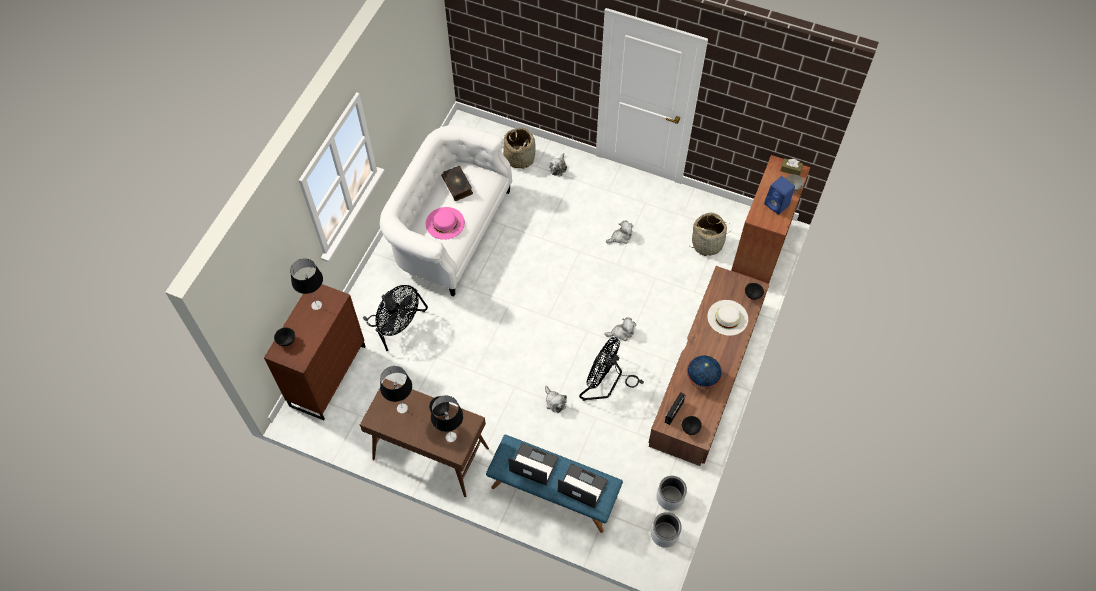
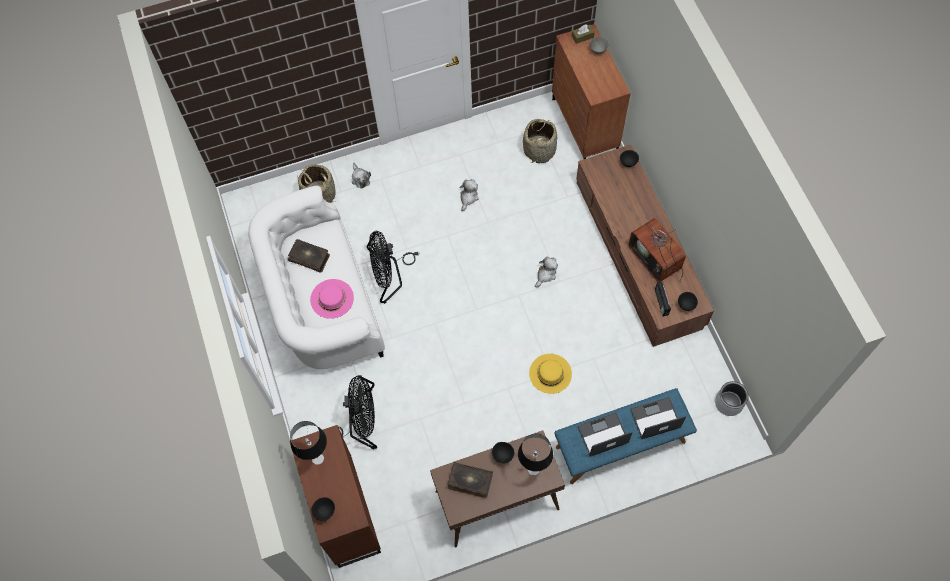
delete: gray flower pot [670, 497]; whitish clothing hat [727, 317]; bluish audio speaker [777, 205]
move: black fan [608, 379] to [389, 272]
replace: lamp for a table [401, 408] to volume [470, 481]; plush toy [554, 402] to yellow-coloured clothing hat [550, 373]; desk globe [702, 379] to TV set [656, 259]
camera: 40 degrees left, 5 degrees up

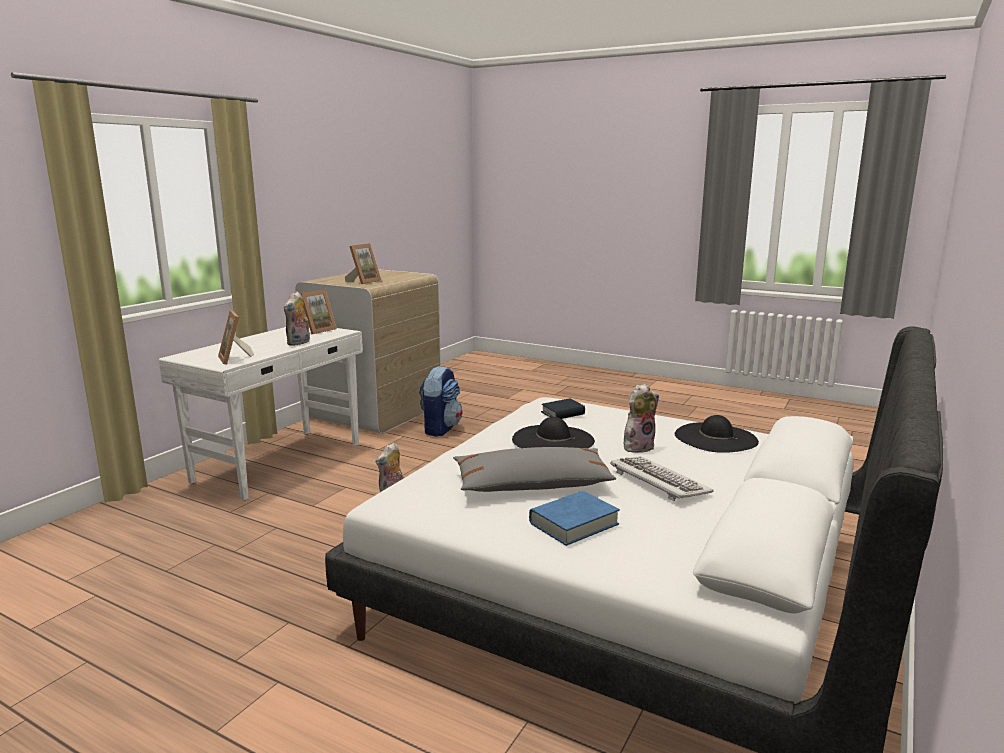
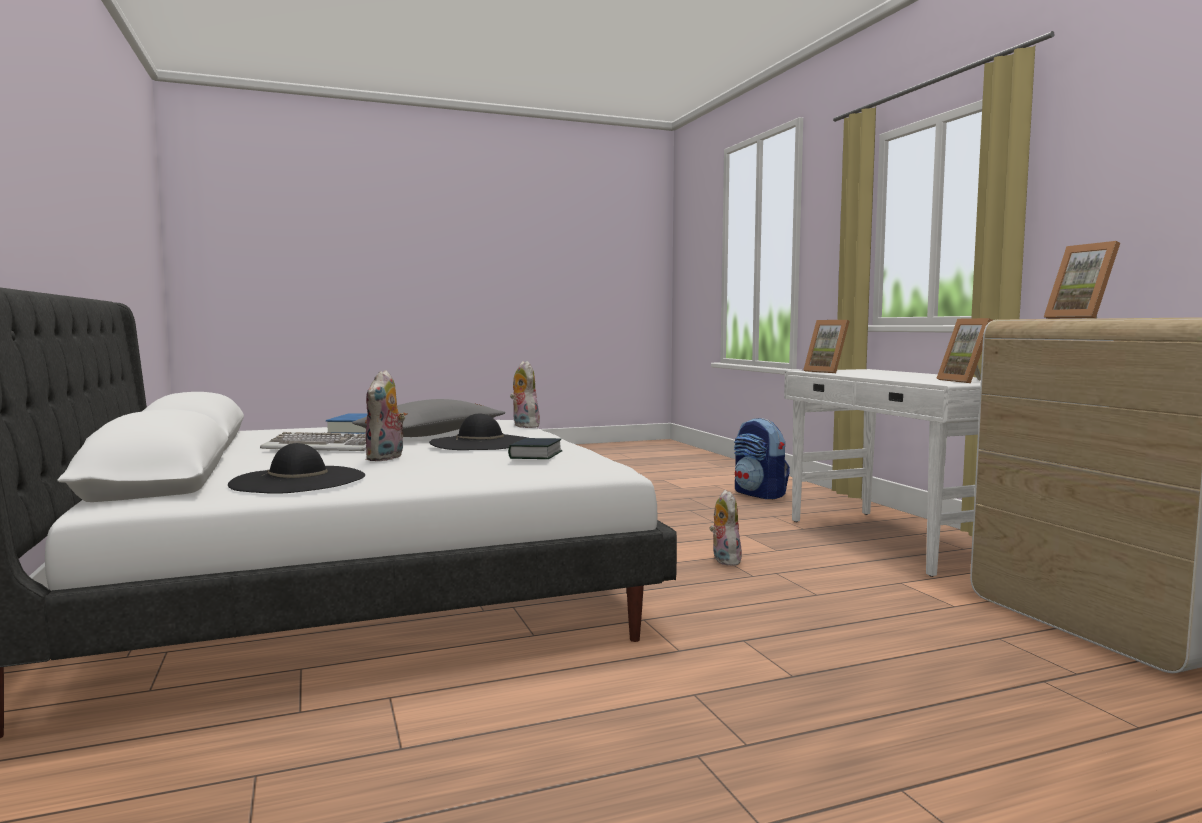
move: plush toy [299, 343] to [523, 426]; backpack [440, 428] to [759, 494]
rotate: standing frame [235, 359] = [828, 372] 135 degrees counterclockwise
camera: 130 degrees right, 10 degrees down

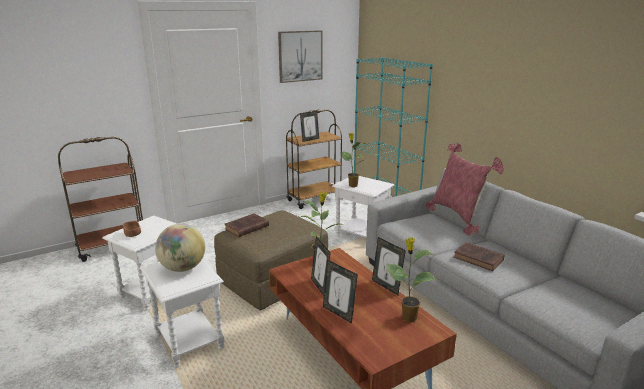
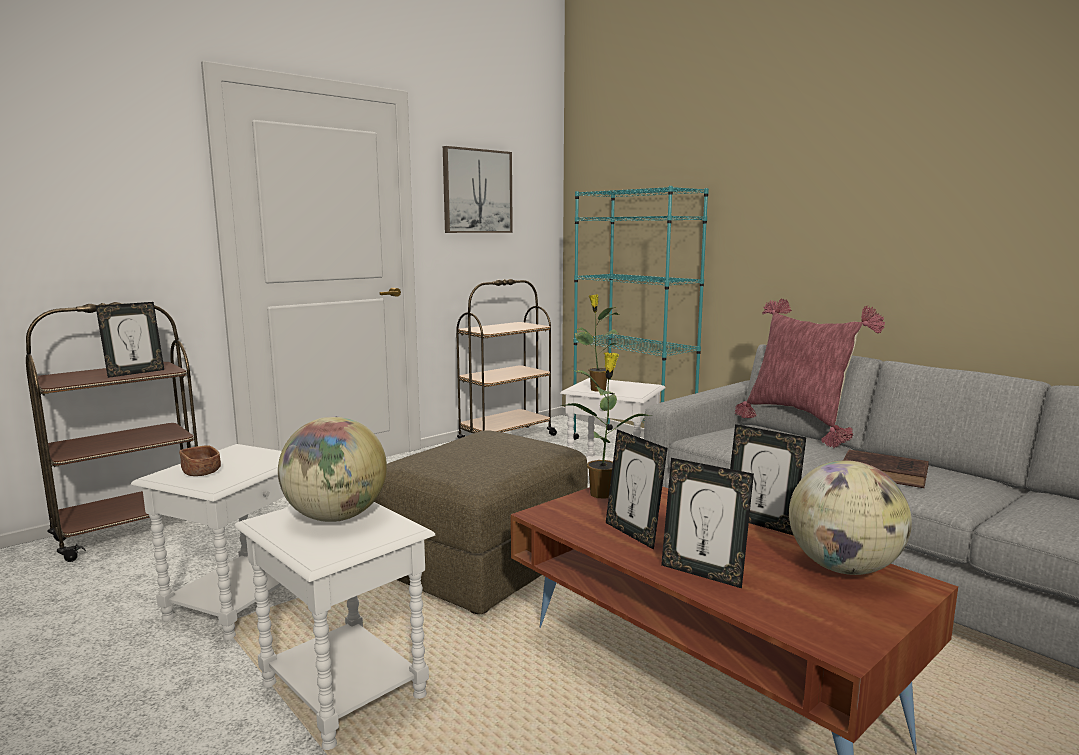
delete: brown volume [246, 228]
move: standing frame [309, 139] to [135, 373]
replace: houseplant [408, 317] to desk globe [843, 568]
camera: 10 degrees left, 10 degrees down

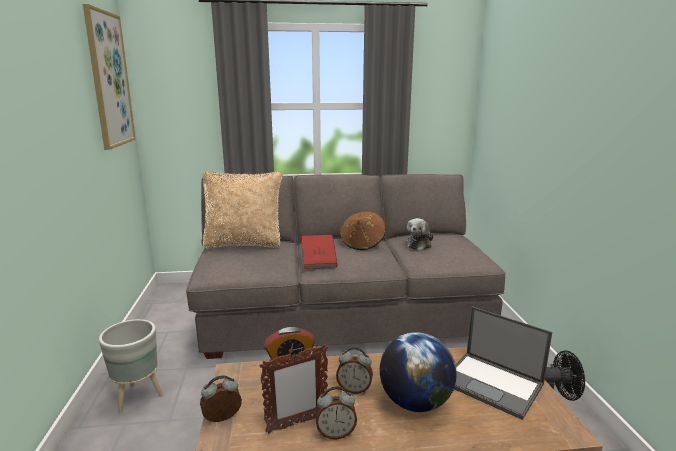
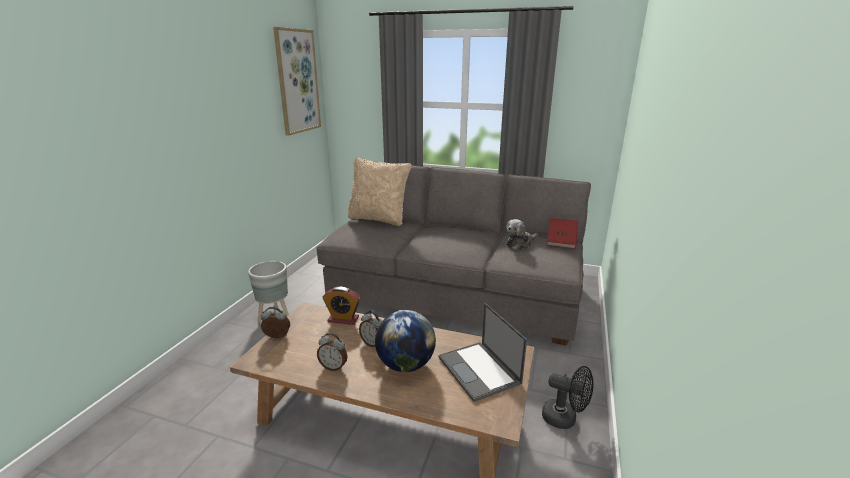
delete: standing frame [296, 423]; brown clothing hat [362, 244]
move: red volume [319, 261] to [561, 241]
camera: 25 degrees right, 5 degrees up

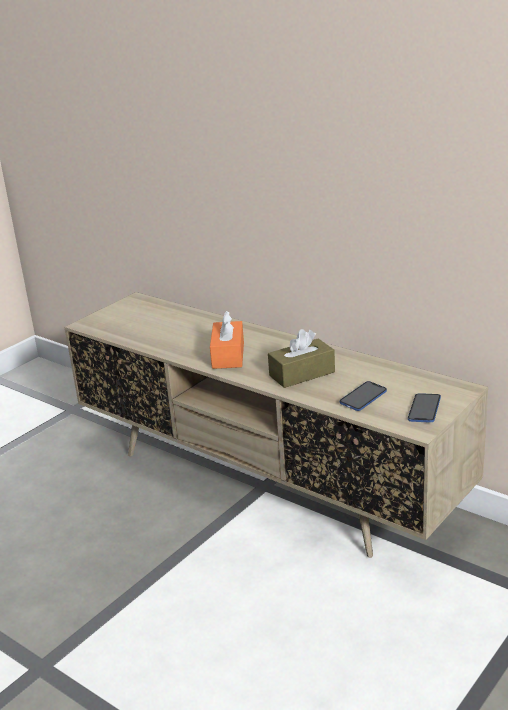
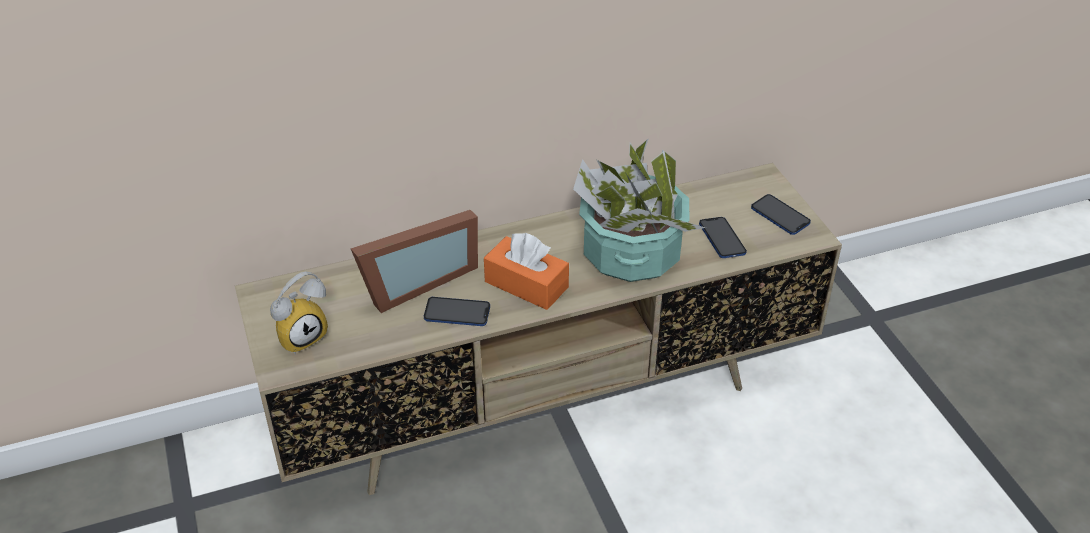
insert: table clock [301, 335]; standing frame [415, 282]; phone [457, 313]
replace: brown tissue holder [302, 374] to houseplant [631, 253]
camera: 60 degrees left, 15 degrees up

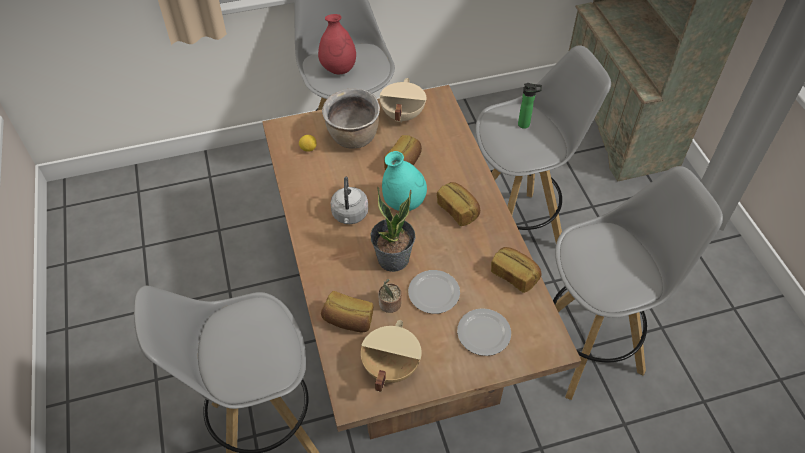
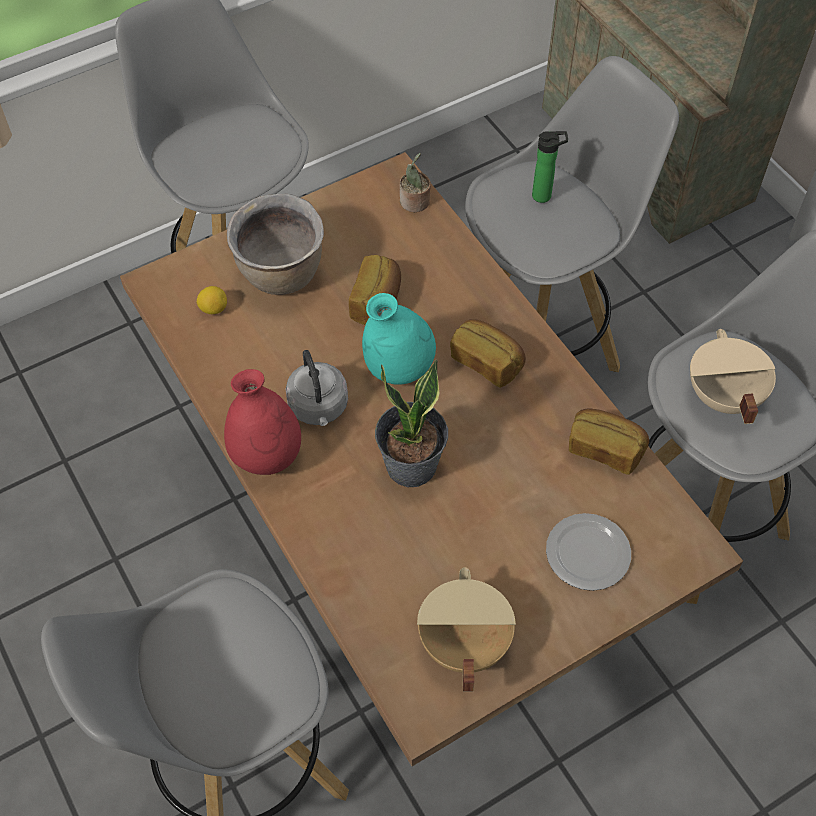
delete: bakery bread [348, 321]; dinner plate [434, 292]
move: red flower vase [338, 69] to [267, 456]; houseplant [389, 305] to [415, 203]; sand-coloured cooking pot [401, 115] to [722, 396]
camera: 15 degrees left, 5 degrees up

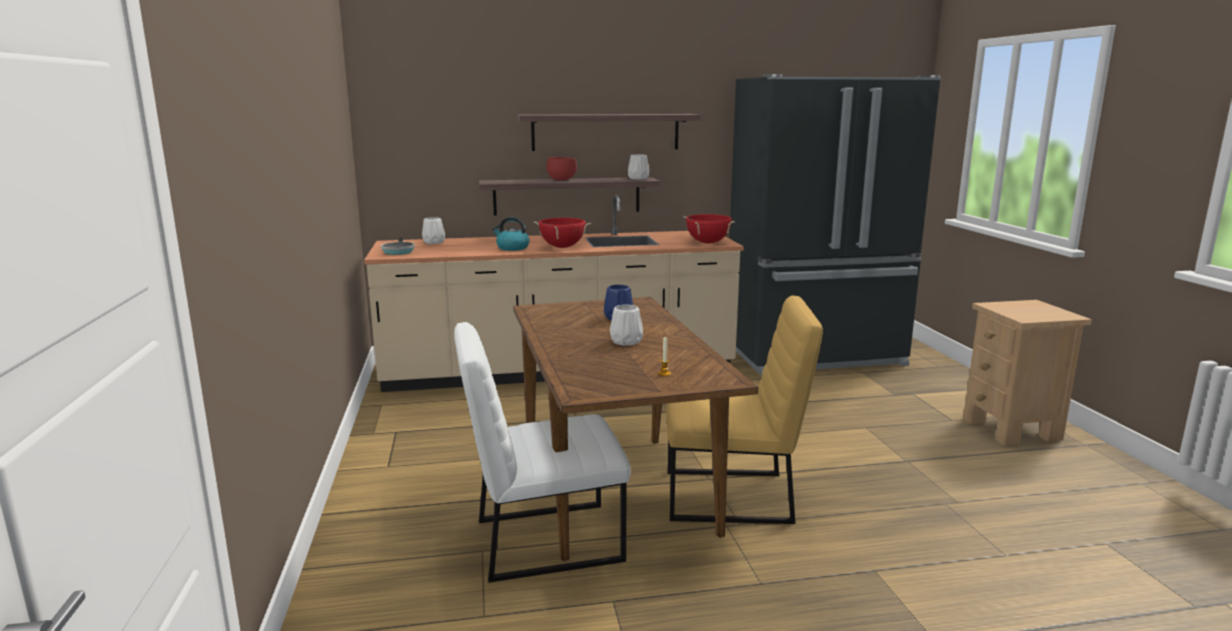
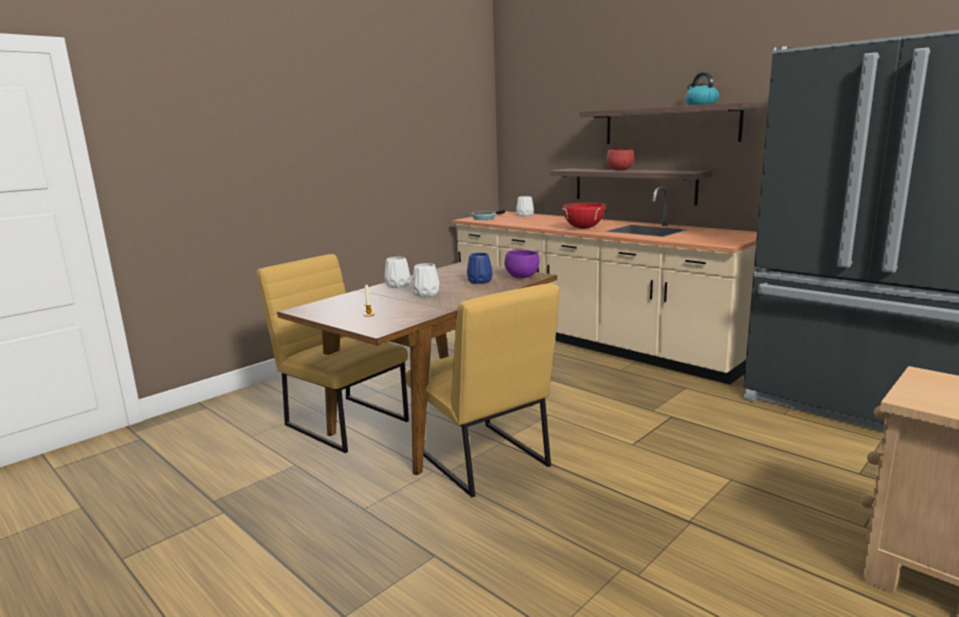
delete: red cooking pot [707, 243]
insert: purple-coloured bowl [522, 277]
move: whitish flower vase [638, 178] to [397, 285]; kettle [512, 248] to [700, 104]
recolor: whitish upright chair [543, 540] to yellow-coloured upright chair [345, 421]
camera: 55 degrees right, 0 degrees up

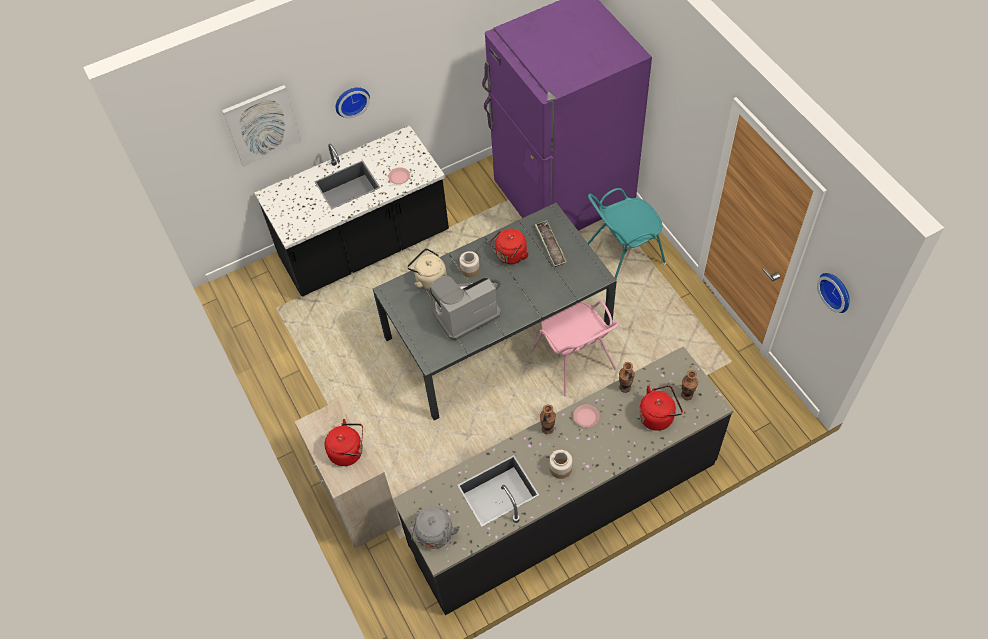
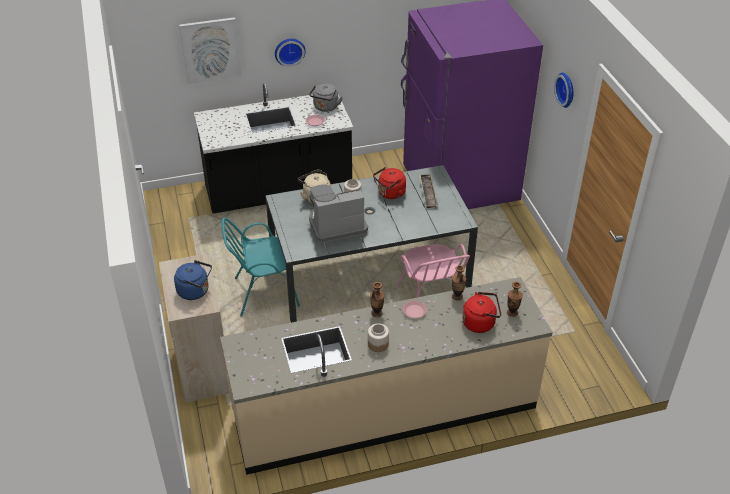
move: blue-green upright chair [622, 256] to [263, 293]; gray kettle [434, 536] to [325, 108]; clock on the wall [836, 291] to [567, 89]
recolor: red kettle [349, 451] to bluish kettle [195, 291]; black kitchen counter [563, 505] to sand-coloured kitchen counter [385, 411]
camera: 10 degrees right, 15 degrees down

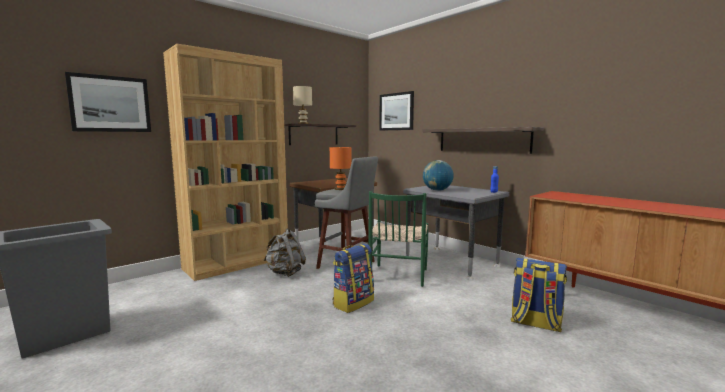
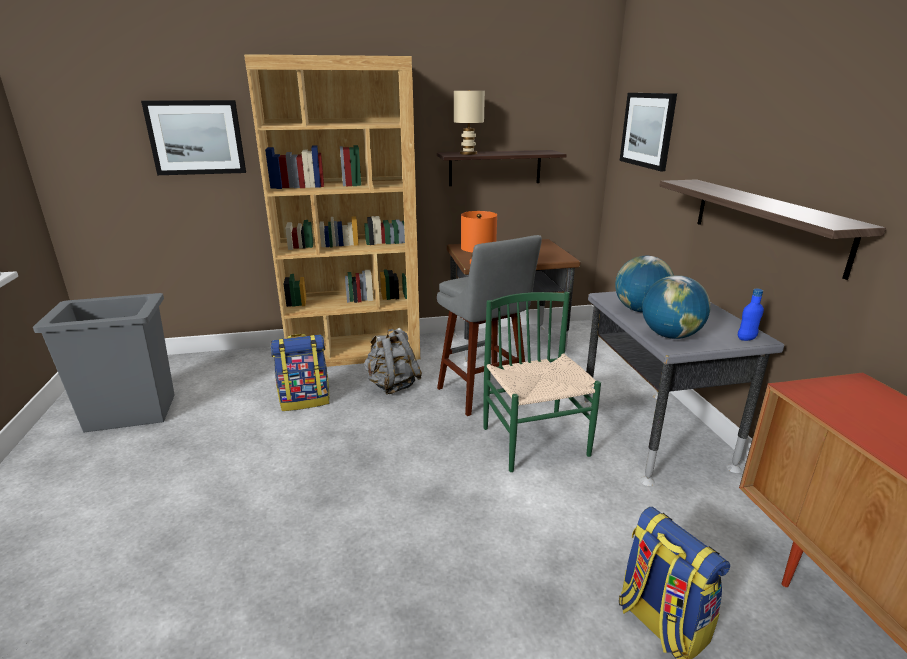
insert: desk globe [670, 335]
move: backpack [353, 303] to [305, 400]
rotate: green upright chair [398, 276] = [533, 439] 120 degrees clockwise
camera: 30 degrees right, 15 degrees up

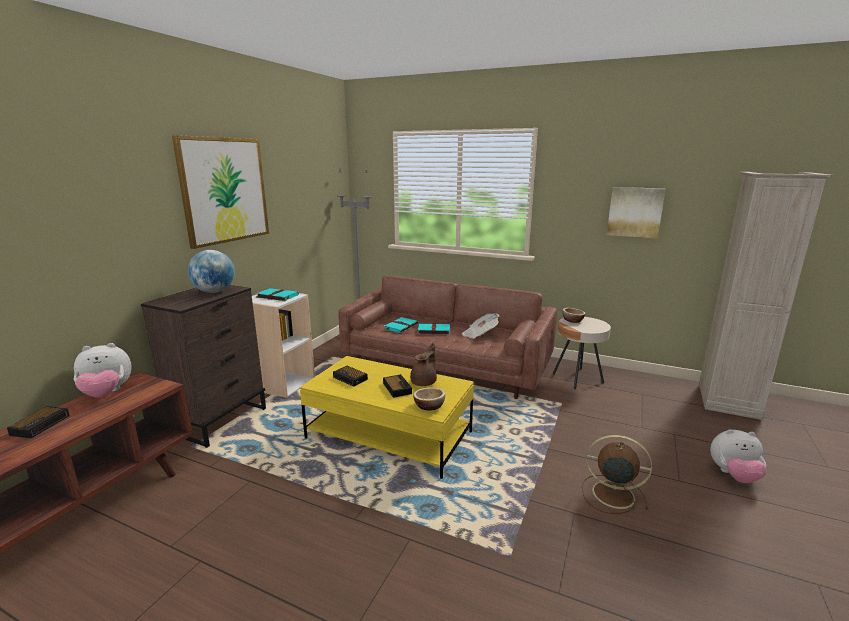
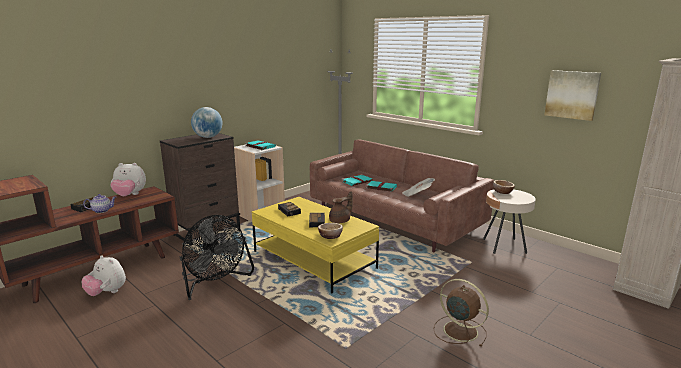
delete: wall art [224, 190]
insert: tea pot [102, 210]; black fan [212, 282]
move: plush toy [733, 475] to [107, 293]
camera: 20 degrees right, 0 degrees up

